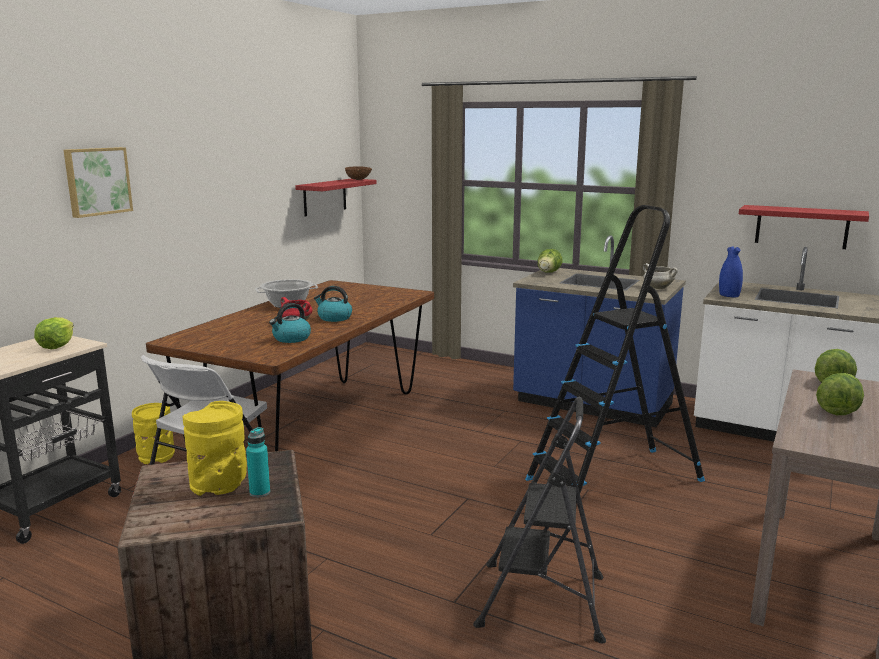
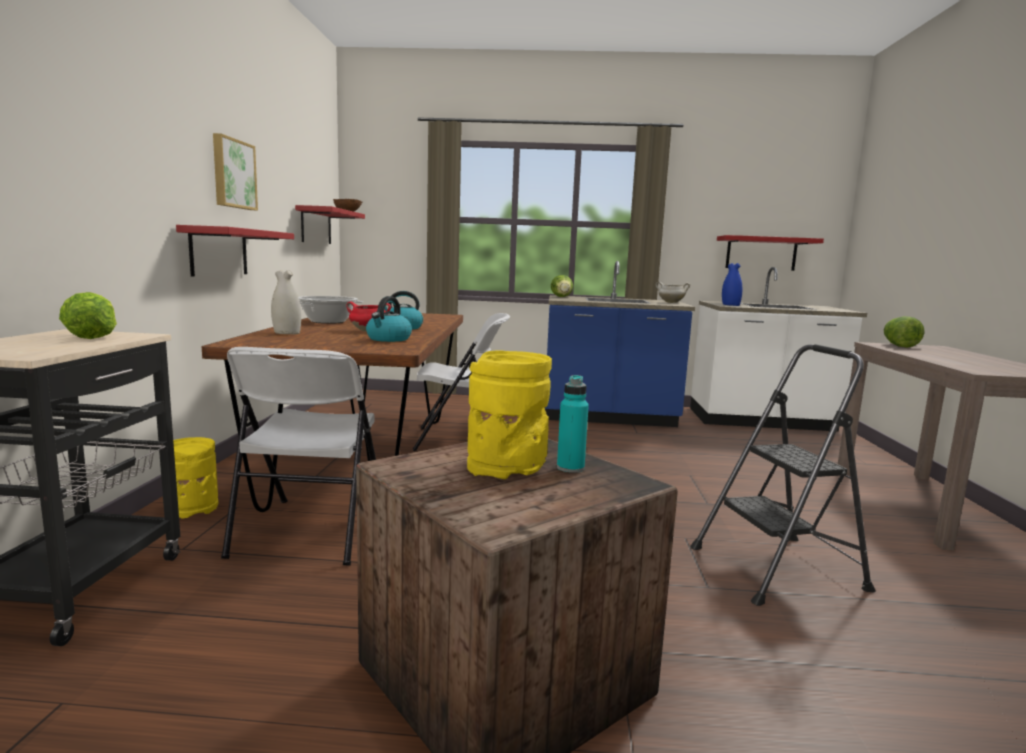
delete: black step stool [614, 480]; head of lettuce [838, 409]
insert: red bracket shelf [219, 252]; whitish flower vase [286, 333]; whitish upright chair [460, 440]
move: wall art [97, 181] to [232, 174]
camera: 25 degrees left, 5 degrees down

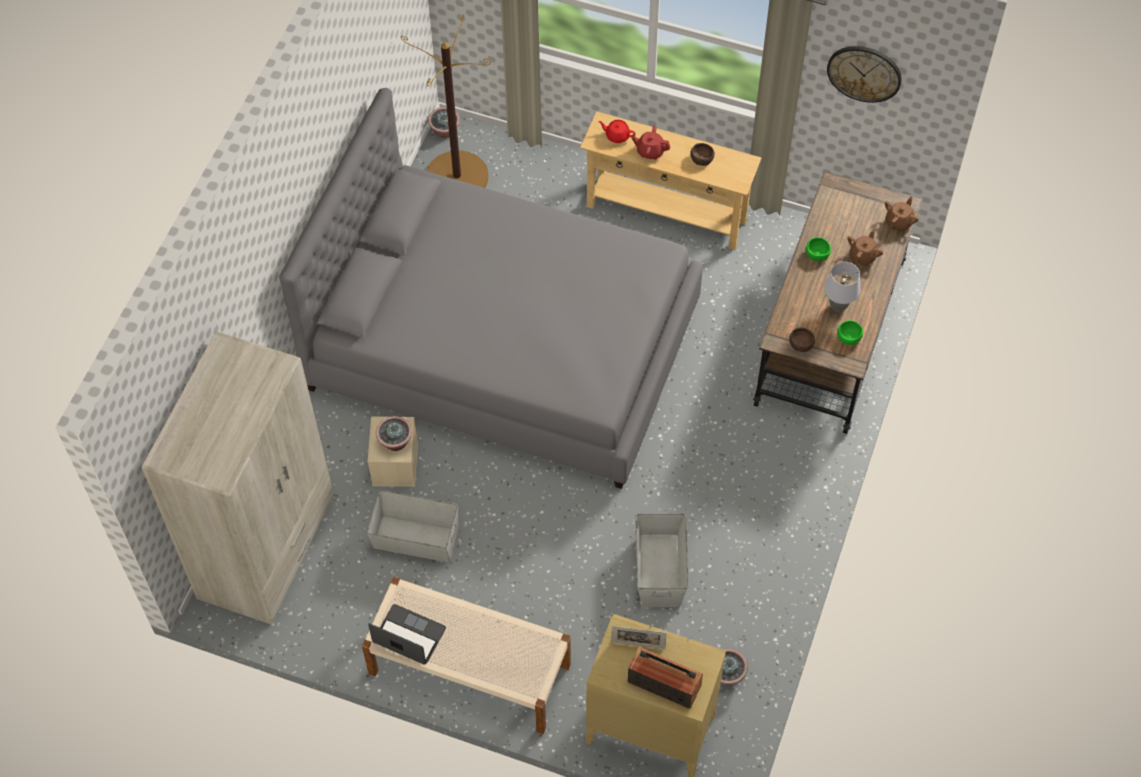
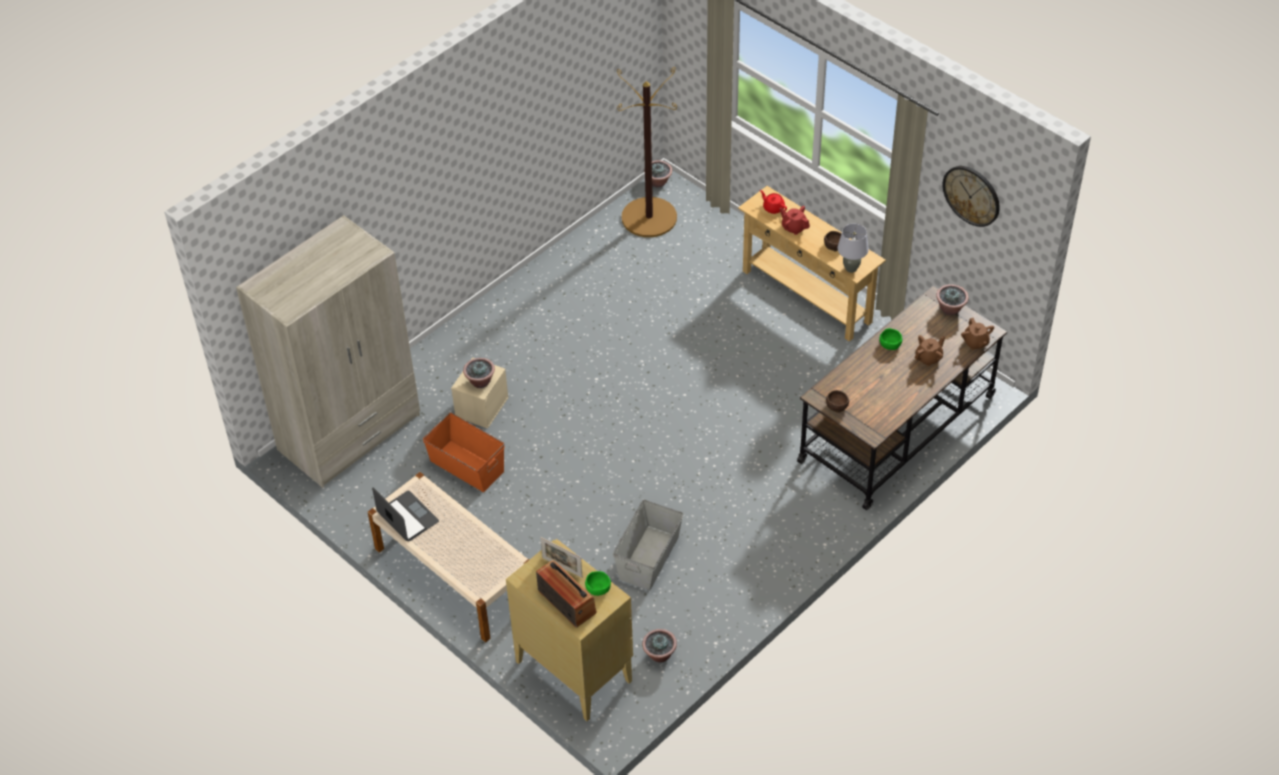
delete: gray sleeping bed [503, 344]
insert: houseplant [950, 309]
move: green bowl [849, 337] to [598, 588]; gray lamp for a table [838, 307] to [851, 268]
recolor: gray storage bin [415, 538] to orange storage bin [467, 465]
rotate: brown tea pot [899, 222] = [975, 342] 105 degrees clockwise
camera: 25 degrees right, 10 degrees down

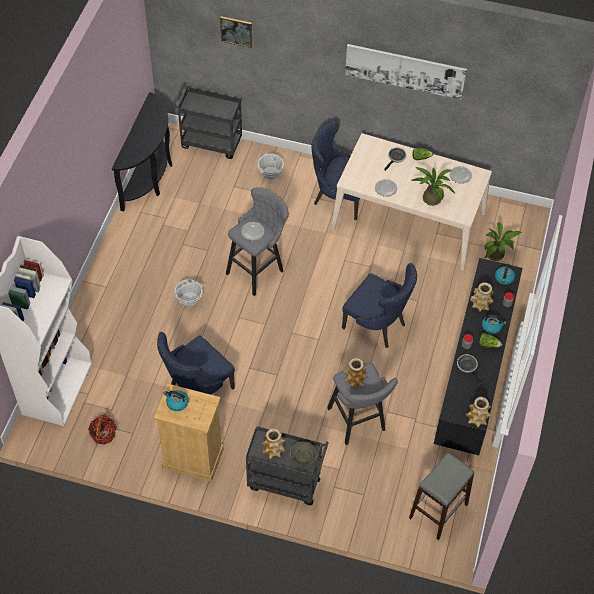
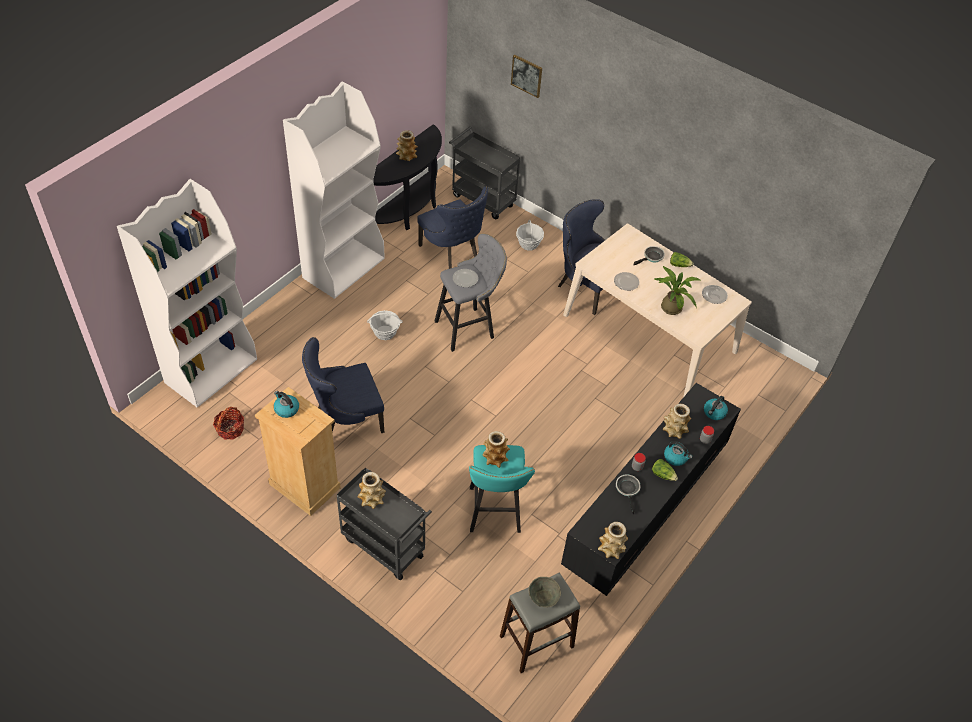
delete: wall art [405, 70]; houseplant [497, 254]
insert: whitish bookshelf [344, 267]; flower vase [406, 156]
move: bluish upright chair [377, 325] to [452, 253]; gray bowl [303, 458] to [544, 597]
recolor: gray sitting stool [359, 424] to blue-green sitting stool [494, 516]
camera: 20 degrees right, 5 degrees down

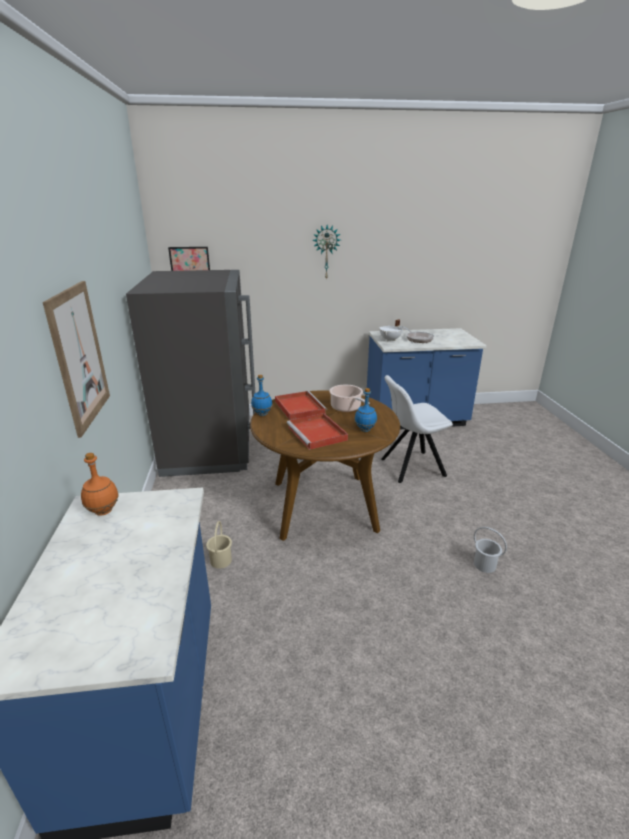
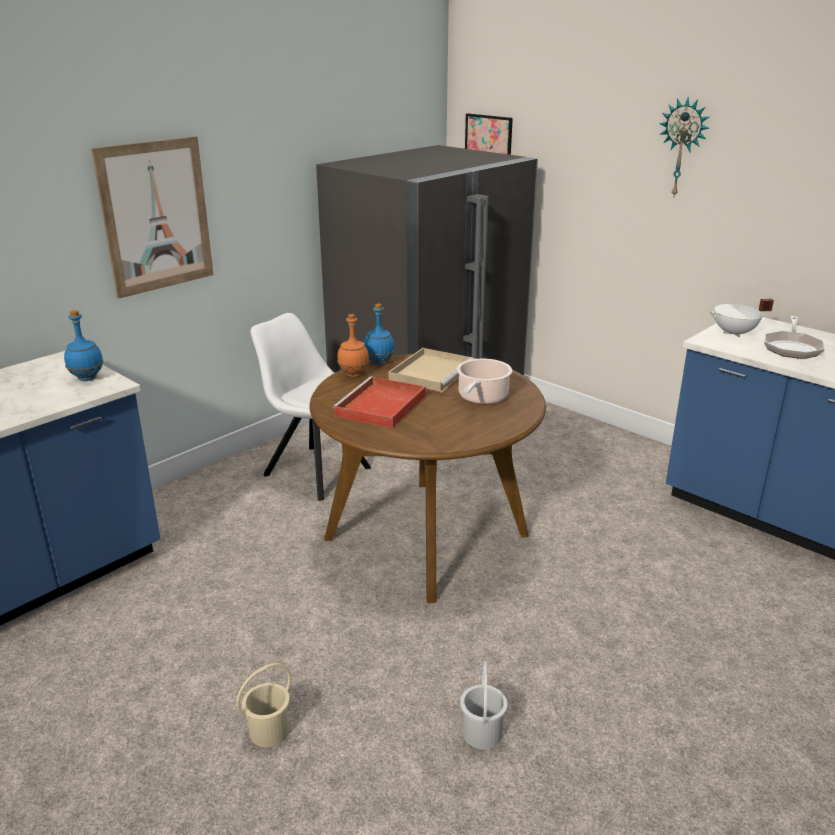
move: bluish bottle [364, 429] to [87, 378]; sand-coloured water bucket [220, 561] to [268, 731]; whitish upright chair [411, 467] to [316, 471]; orange bottle [103, 511] to [353, 374]
recolor: red carrying tray [299, 407] to sand-coloured carrying tray [431, 373]
camera: 50 degrees right, 0 degrees up

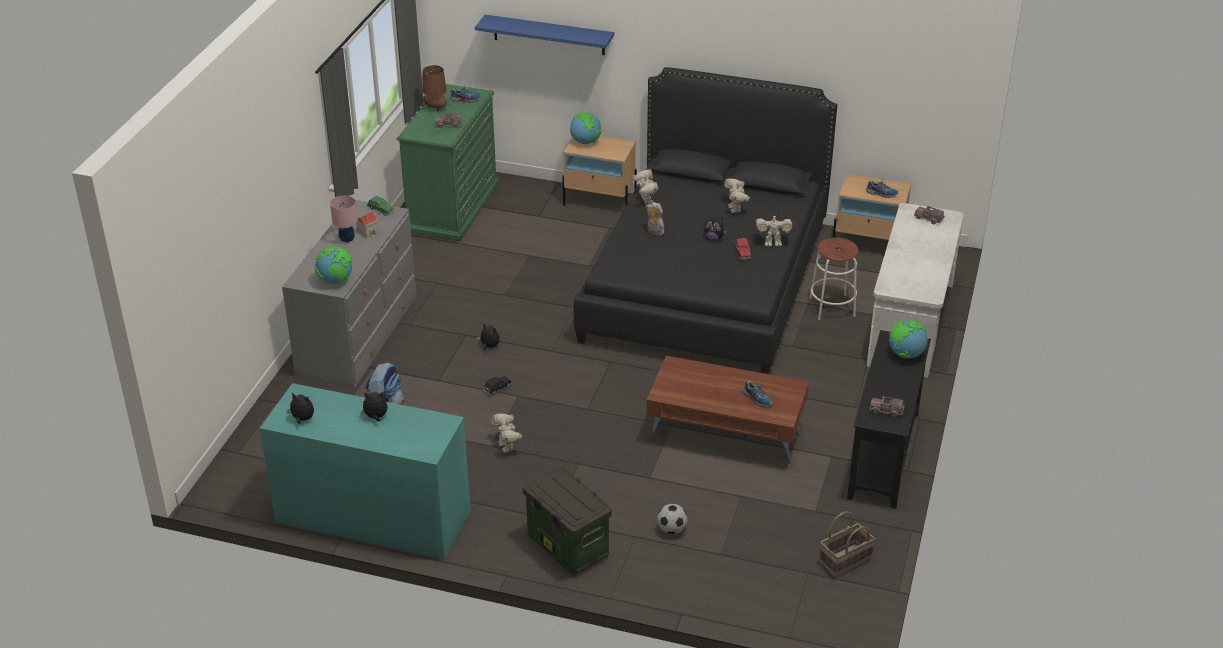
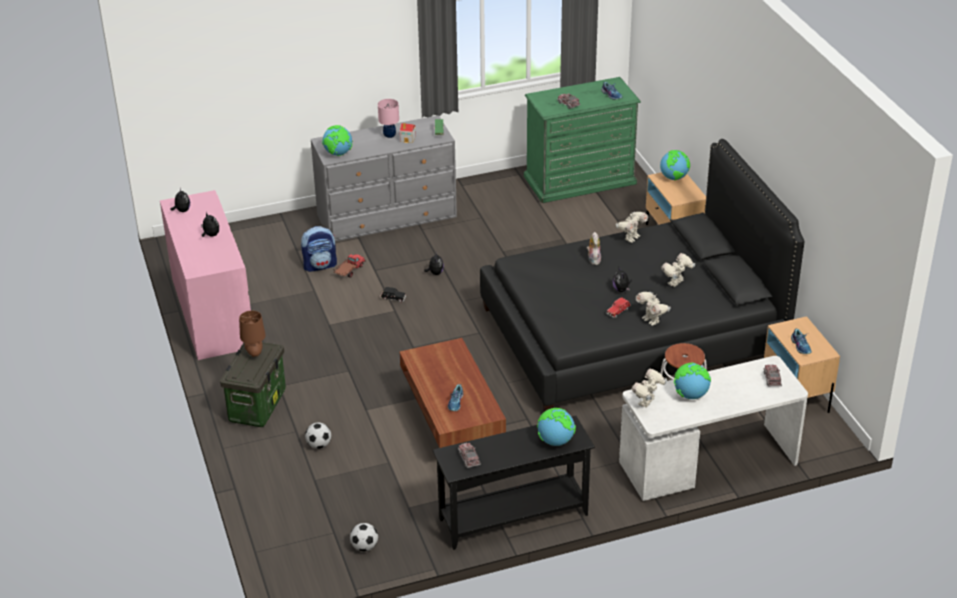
delete: bluish bracket shelf [549, 35]
insert: toy lorry [349, 270]; desk globe [690, 395]
move: brown lamp for a table [435, 109] to [255, 353]; robot figure [507, 446] to [647, 402]
replace: storage basket [845, 561] to football [364, 547]
recolor: blue-green dresser [372, 515] to pink dresser [212, 311]
camera: 55 degrees right, 0 degrees up

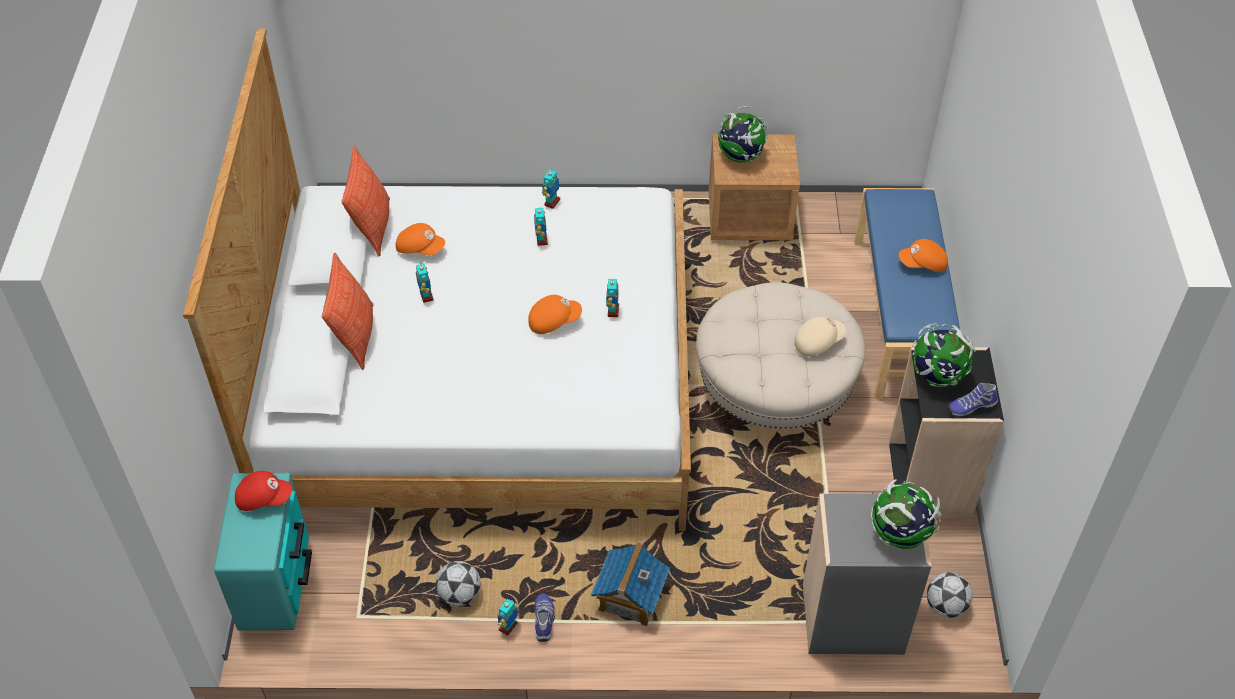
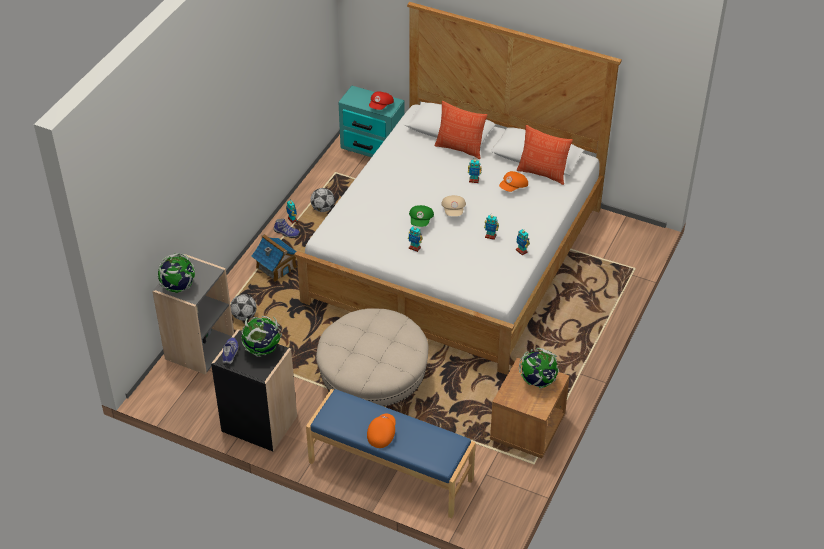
move: football [945, 606] to [244, 316]; sand-coloured baseball cap [818, 342] to [454, 210]
recolor: orange baseball cap [553, 321] to green baseball cap [421, 221]
camera: 115 degrees right, 5 degrees down

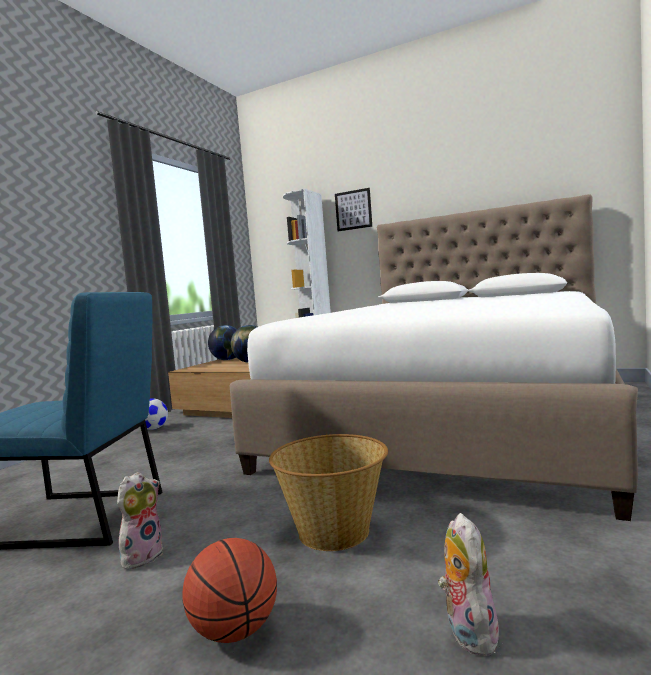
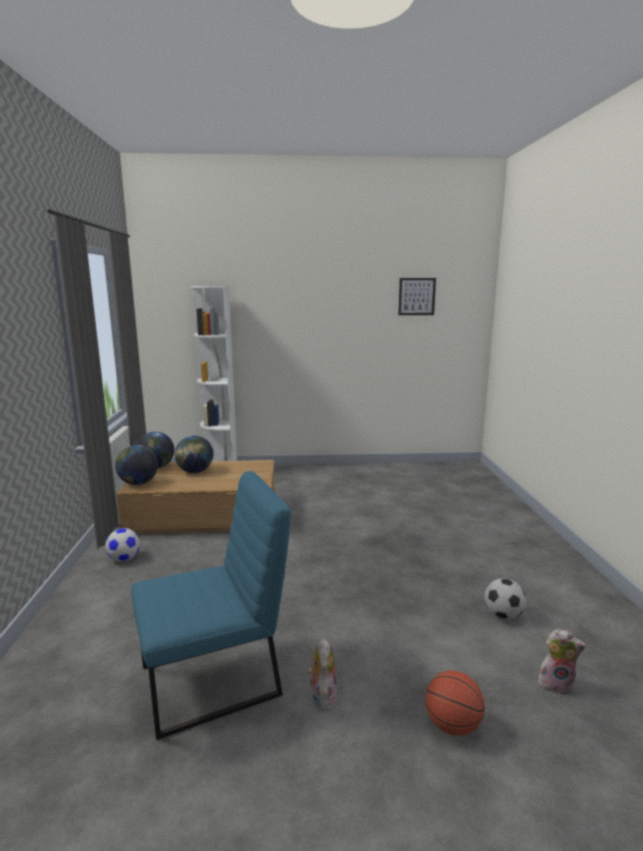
delete: whitish sleeping bed [457, 418]; storage basket [334, 532]
insert: desk globe [138, 483]; football [503, 615]
move: wall art [353, 210] to [416, 296]
rotate: plush toy [467, 632] = [556, 683] 135 degrees clockwise
camera: 30 degrees left, 10 degrees up

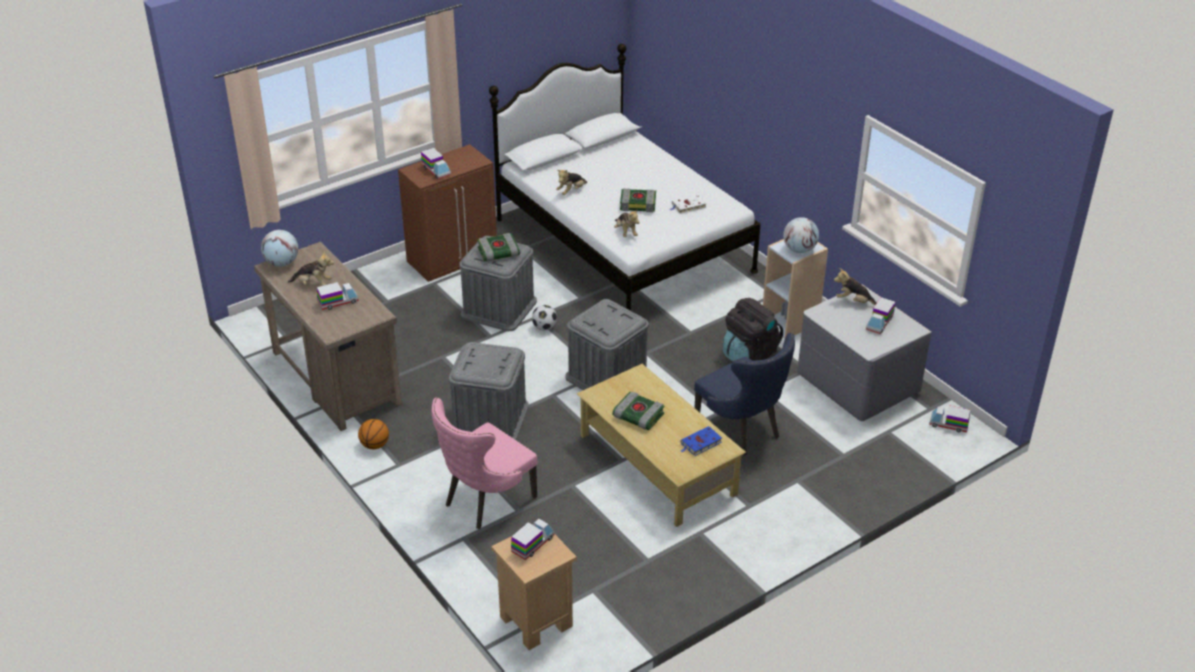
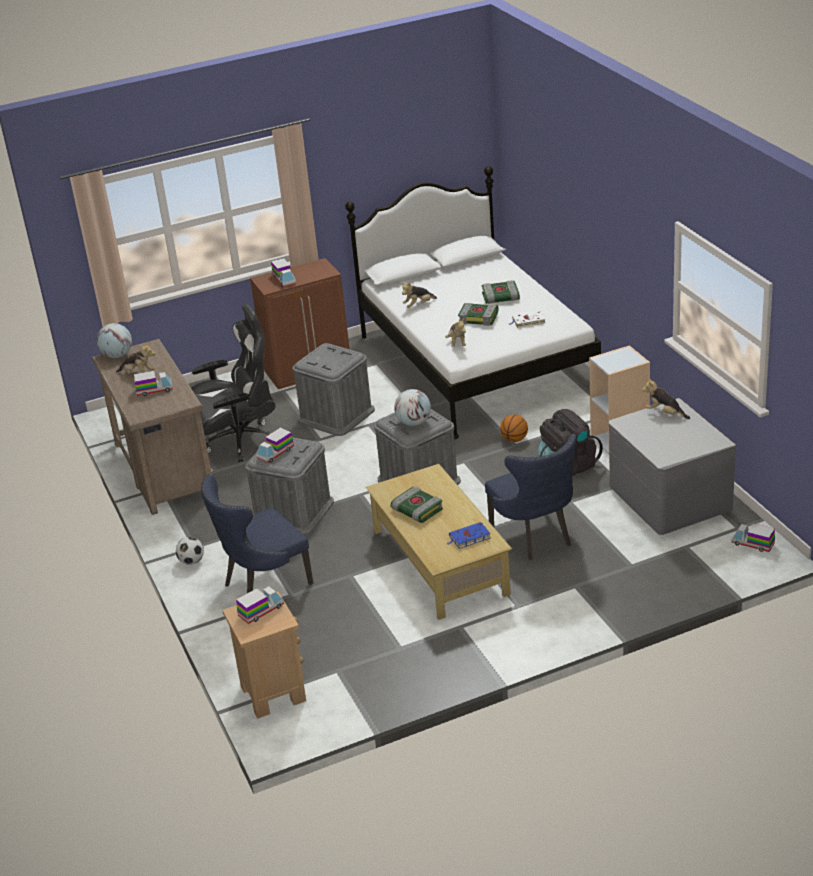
insert: black office chair [237, 443]
move: football [544, 327] to [192, 561]; toy lorry [879, 323] to [275, 453]; desk globe [799, 249] to [413, 423]; volume [498, 253] to [500, 297]; ball for basketball [374, 445] to [514, 439]
recolor: pink upright chair [485, 500] to bluish upright chair [263, 583]
camera: 15 degrees right, 5 degrees down

